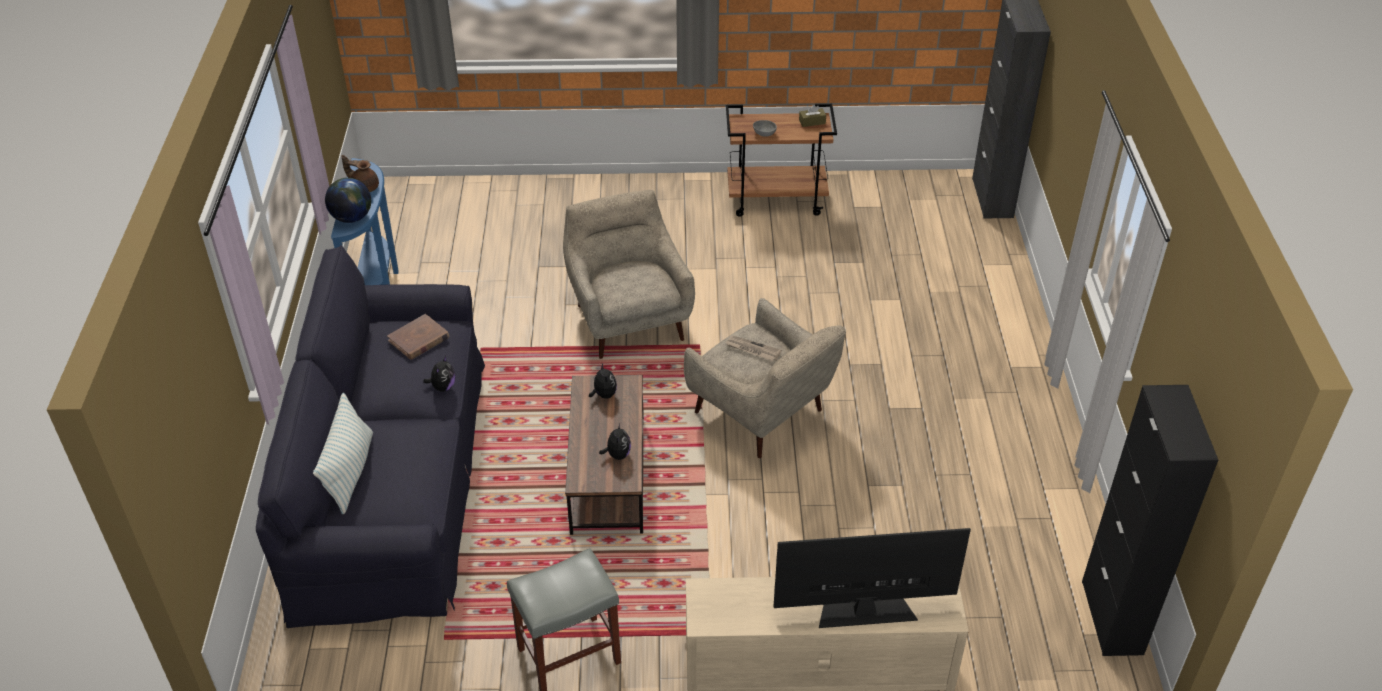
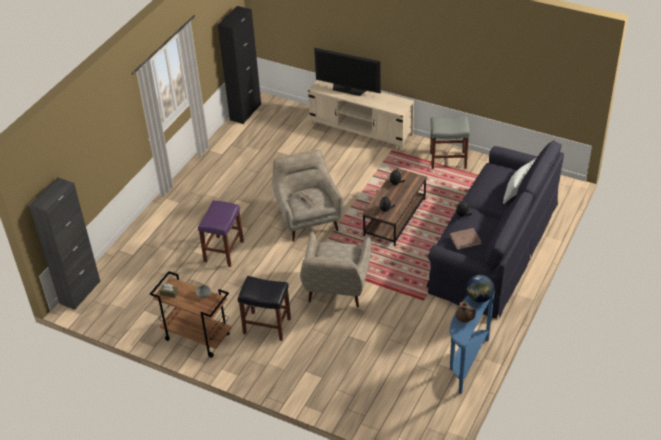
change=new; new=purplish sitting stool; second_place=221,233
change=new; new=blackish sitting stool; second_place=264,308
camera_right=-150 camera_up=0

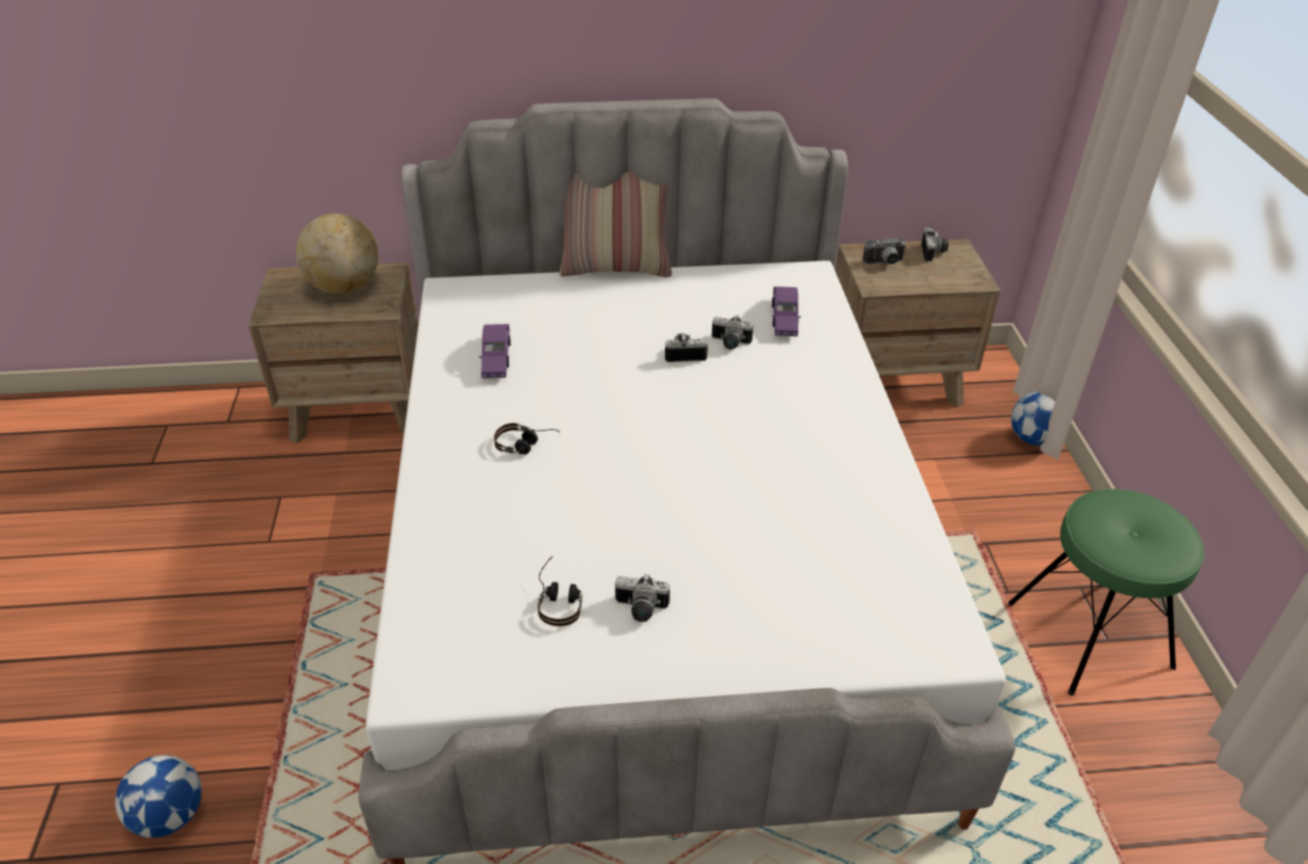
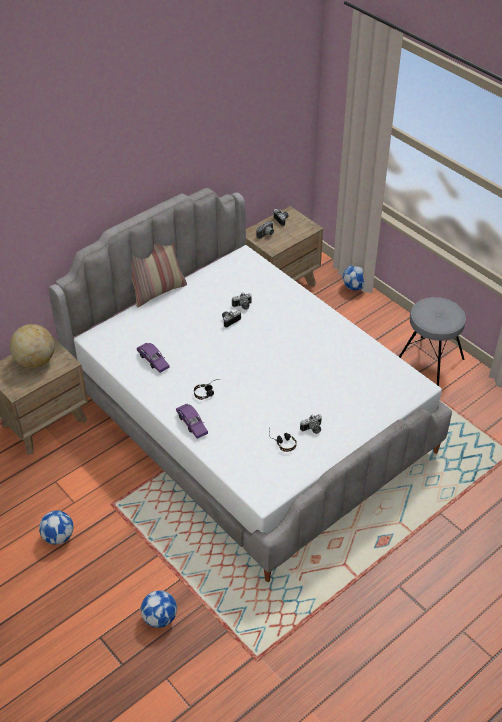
change=new; new=football; second_place=56,528
change=shifted; old=purplish miniature car; first_place=786,311; second_place=192,421
change=repainted; old=green sitting stool; new=grey sitting stool; first_place=1106,592; second_place=432,341
camera_right=-35 camera_up=5

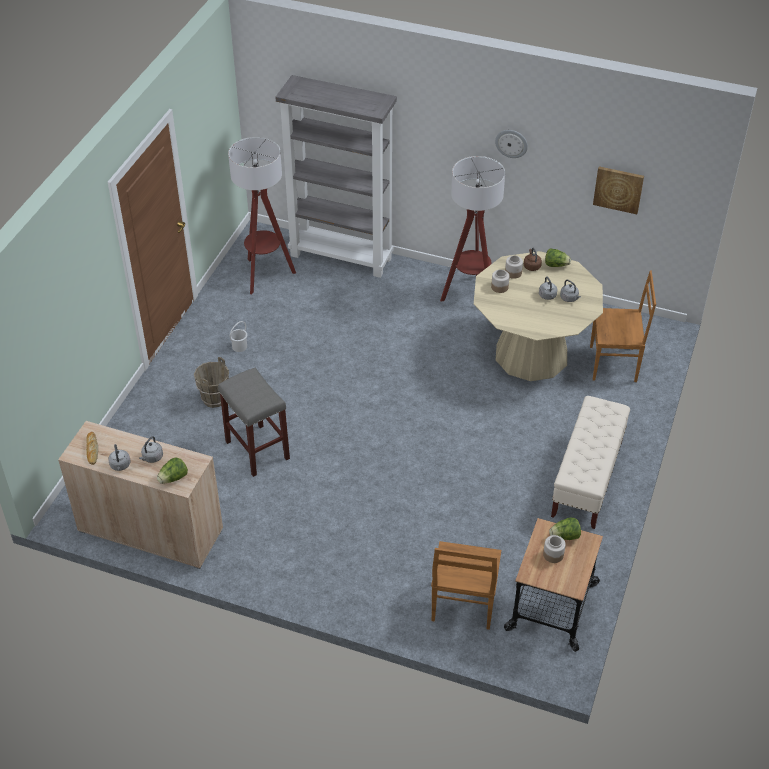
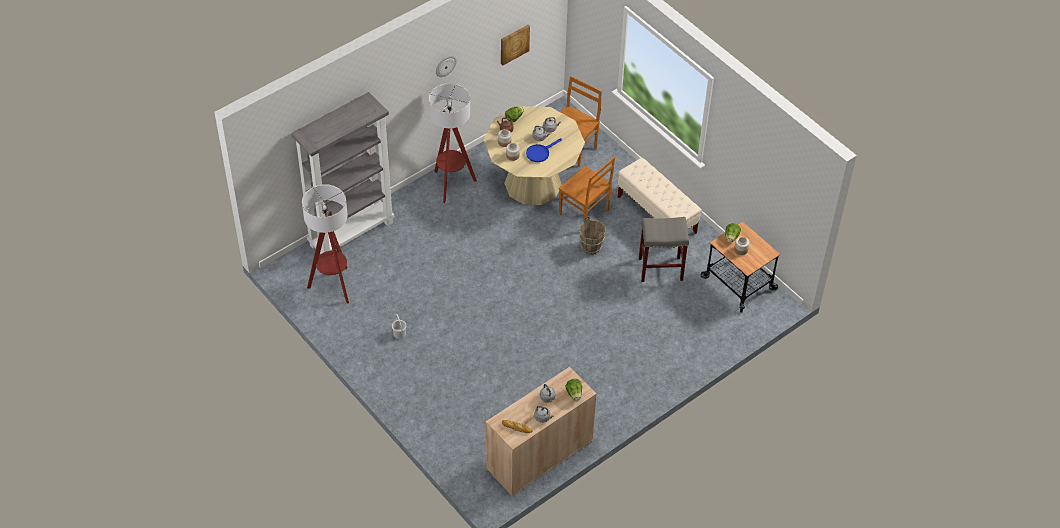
change=new; new=bluish skillet; second_place=544,150
change=shifted; old=brown pail; first_place=211,382; second_place=592,235
change=shifted; old=grey sitting stool; first_place=254,422; second_place=664,249
change=shifted; old=brown plain chair; first_place=466,585; second_place=587,189
camera_right=-60 camera_up=5

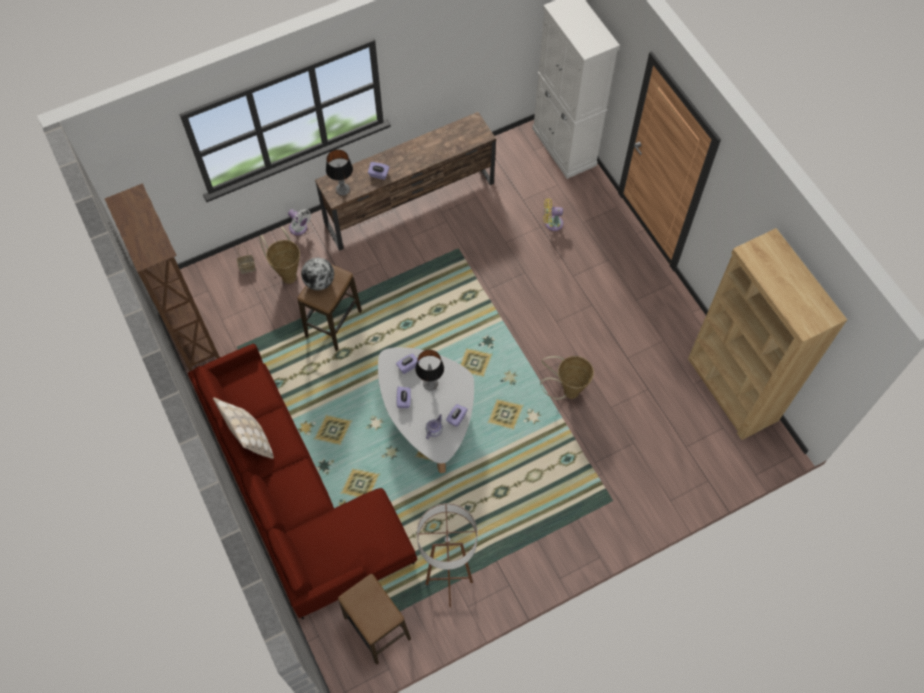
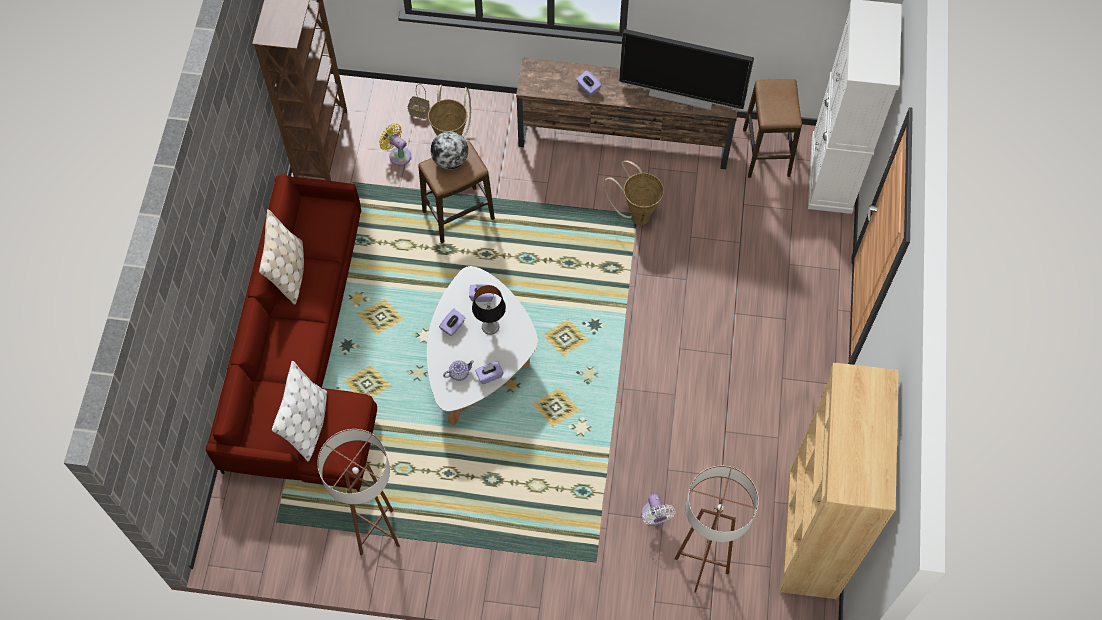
change=gone; old=lamp for a table; first_place=339,173
change=new; new=white cushion; second_place=299,411
change=new; new=TV set; second_place=686,69
change=new; new=brown floor lamp; second_place=717,529
change=shifted; old=white electric fan; first_place=299,222; second_place=658,510
change=shifted; old=sitting stool; first_place=374,619; second_place=772,128
change=shifted; old=storage basket; first_place=567,378; second_place=634,193
change=shifted; old=yellow-coloured electric fan; first_place=553,214; second_place=395,144
camera_right=35 camera_up=0

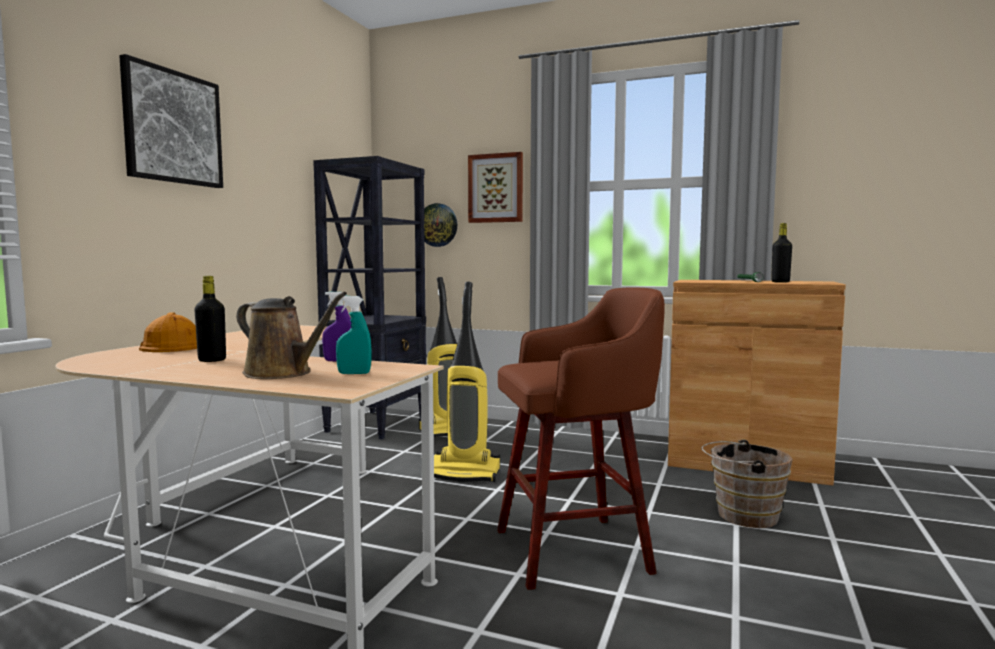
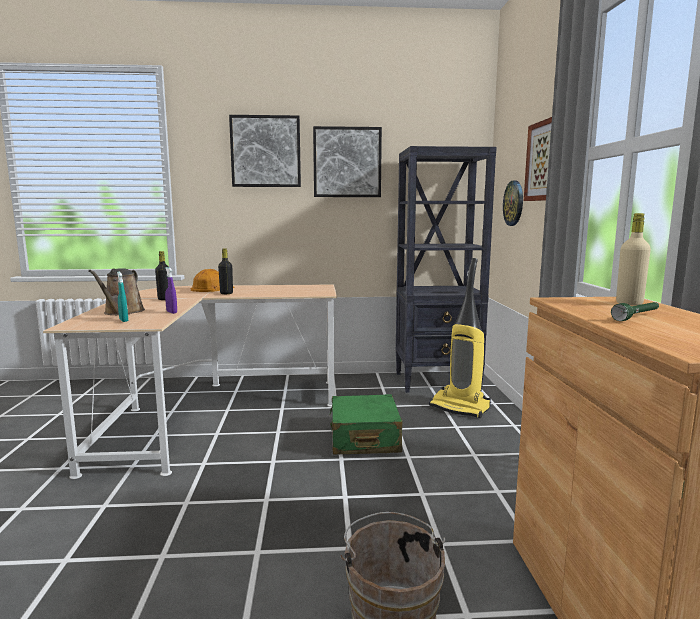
change=gone; old=brown sitting stool; first_place=581,438
change=new; new=wall art; second_place=347,161
change=new; new=sand-coloured bottle; second_place=633,259
change=shifted; old=blackish bottle; first_place=781,253; second_place=225,271
change=swapped; old=hoover; new=green piece of luggage; first_place=467,382; second_place=365,424
camera_right=65 camera_up=5

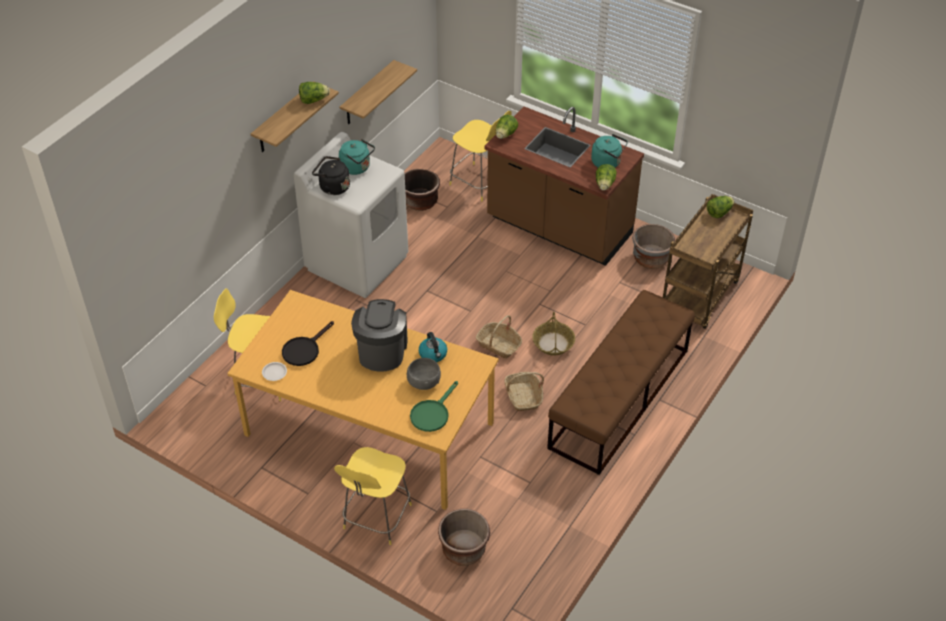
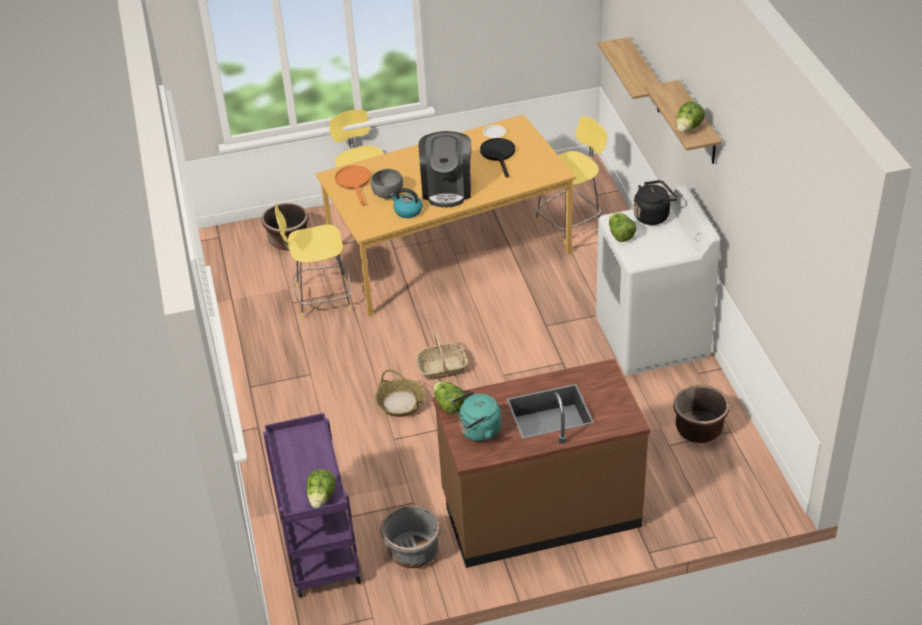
change=gone; old=blue-green tea kettle; first_place=357,157
change=gone; old=storage basket; first_place=524,391
change=gone; old=brown indoor bench; first_place=621,382
change=shifted; old=bracket shelf; first_place=378,92; second_place=629,75
change=shifted; old=yellow-coloured sitting stool; first_place=480,156; second_place=313,260
change=shifted; old=lettuce head; first_place=507,126; second_place=622,227
change=repainted; old=green skillet; new=orangey skillet; first_place=434,406; second_place=353,185
change=repainted; old=brown trolley; new=purplish trolley; first_place=708,261; second_place=312,505
change=rotated; old=coffee brewer; first_place=379,335; second_place=445,169; degrees=45
camera_right=135 camera_up=-5

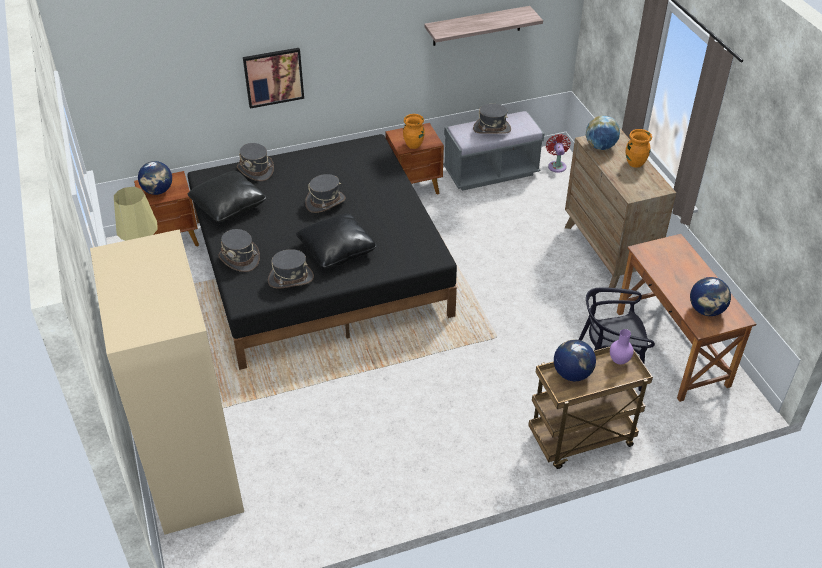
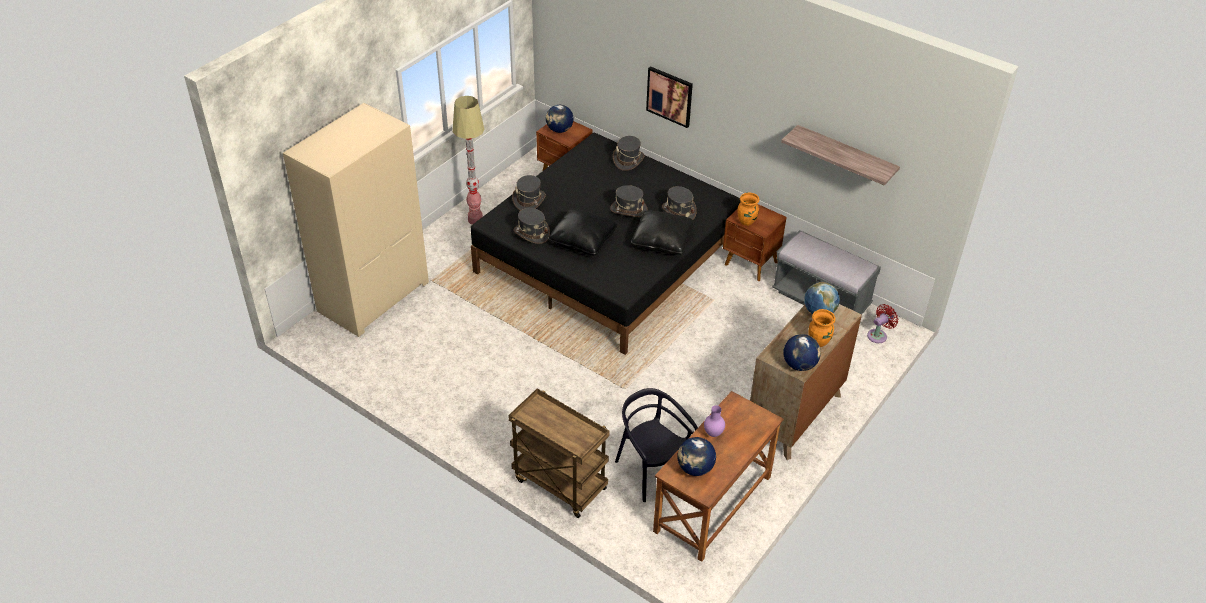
change=shifted; old=blackish cushion; first_place=227,196; second_place=662,232
change=shifted; old=grey hat; first_place=492,119; second_place=679,203
change=shifted; old=desk globe; first_place=575,360; second_place=802,352
change=shifted; old=purplish decorative vase; first_place=622,346; second_place=714,421
camera_right=55 camera_up=0

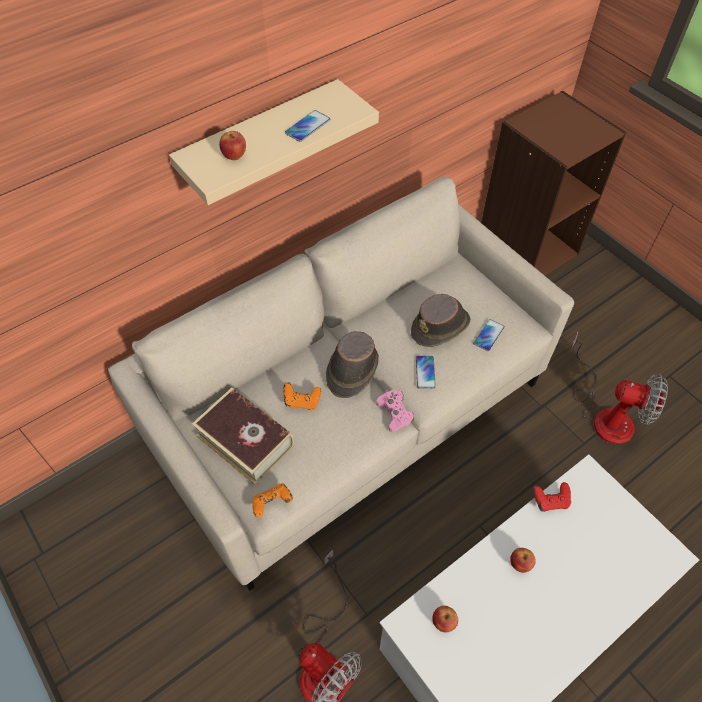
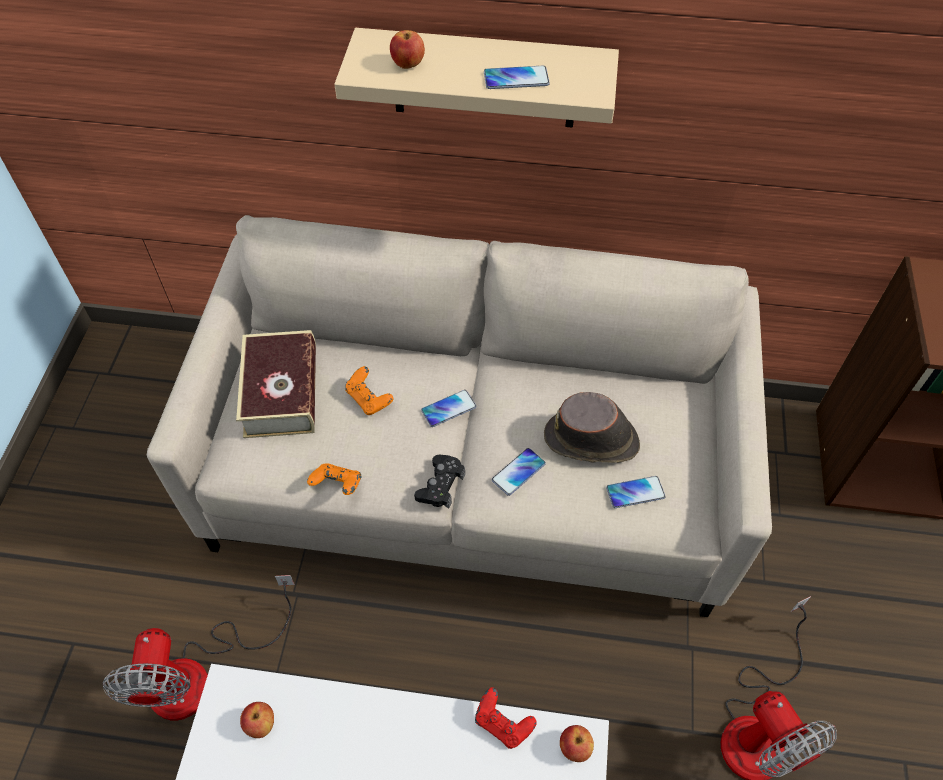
change=shifted; old=orangey joypad; first_place=272,500; second_place=334,479
change=shifted; old=whole apple; first_place=523,560; second_place=577,743
change=swapped; old=brown hat; new=handset; first_place=352,364; second_place=448,408
change=repainted; old=pink-coloured joypad; new=blackish joypad; first_place=395,411; second_place=439,482
camera_right=45 camera_up=0

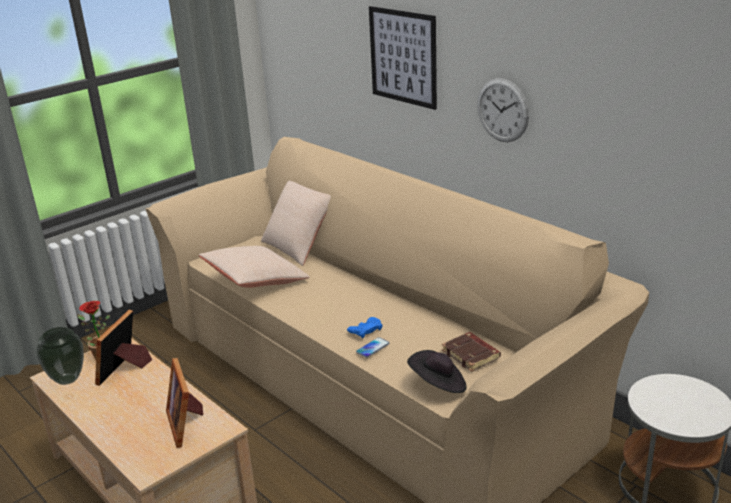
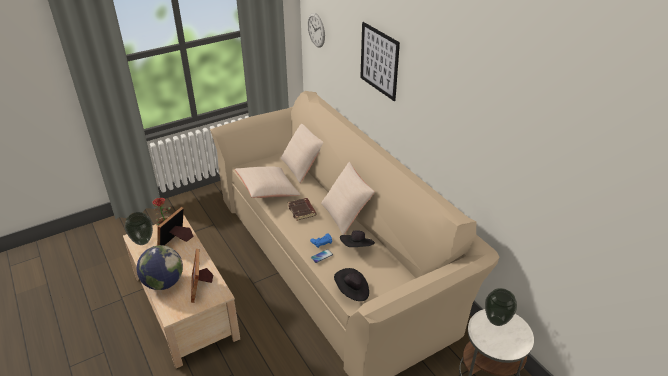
change=new; new=desk globe; second_place=160,267
change=new; new=sand-coloured cushion; second_place=348,198
change=new; new=blackish hat; second_place=357,238
change=new; new=decorative vase; second_place=501,307
change=shifted; old=brown book; first_place=471,352; second_place=302,209
change=shifted; old=hanging clock; first_place=503,110; second_place=316,30
camera_right=10 camera_up=10

